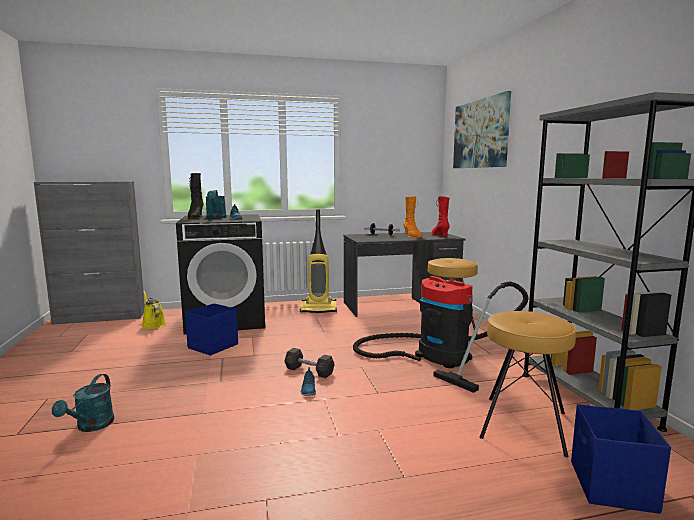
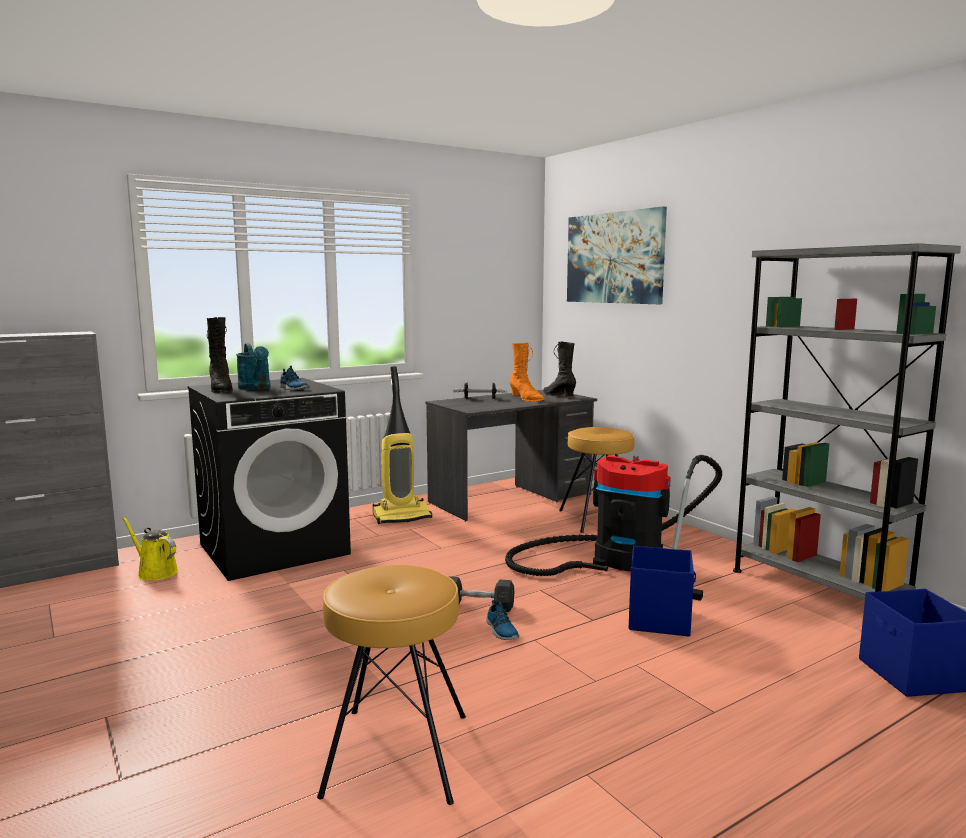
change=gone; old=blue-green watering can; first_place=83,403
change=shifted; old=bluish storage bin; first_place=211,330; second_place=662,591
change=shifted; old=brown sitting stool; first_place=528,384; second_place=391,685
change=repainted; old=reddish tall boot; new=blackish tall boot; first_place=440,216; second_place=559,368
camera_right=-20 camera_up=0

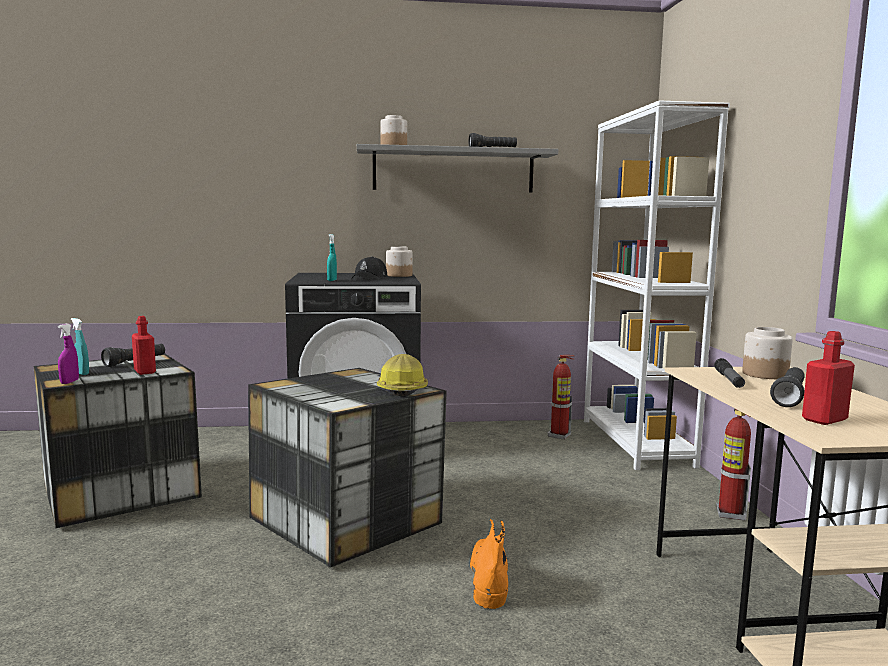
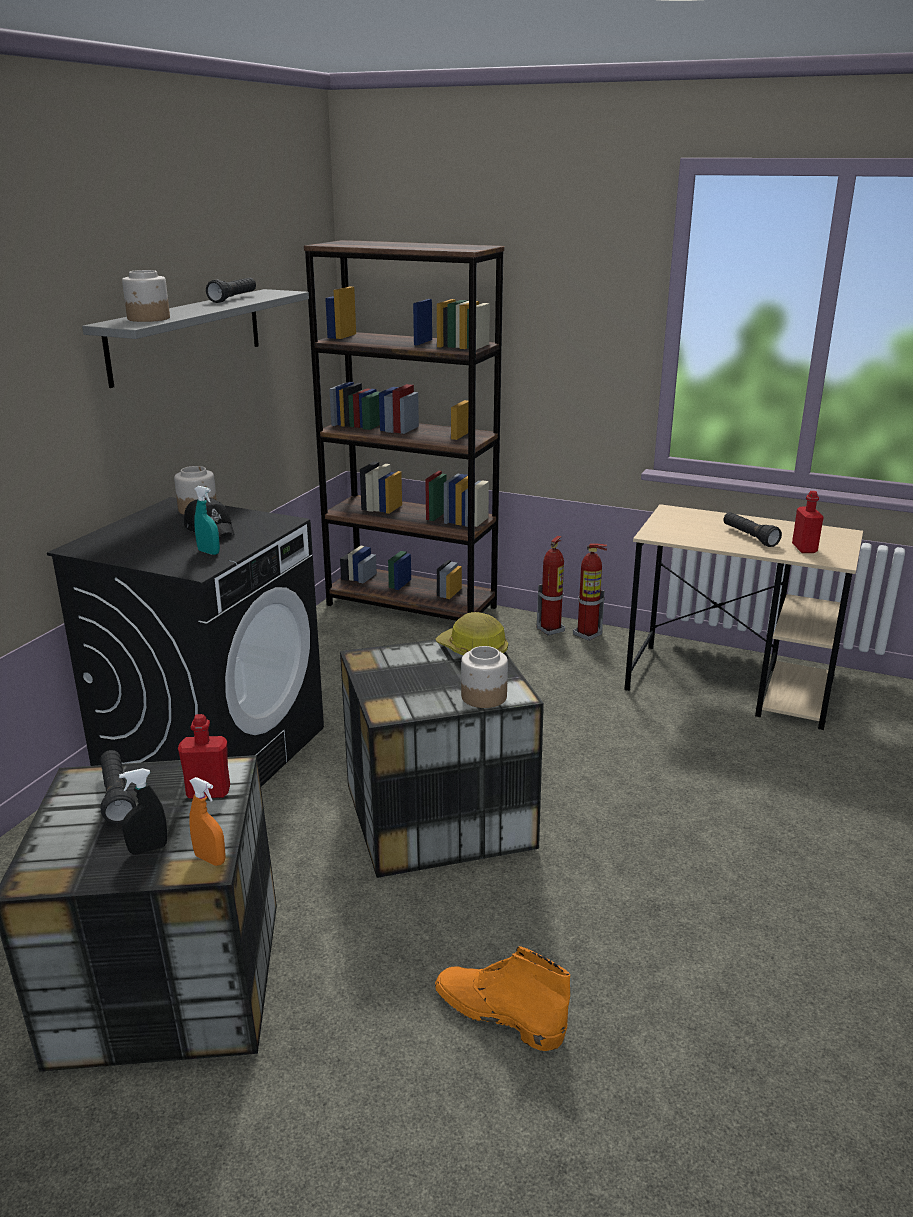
change=gone; old=torch; first_place=729,373
change=shifted; old=orangey tall boot; first_place=489,564; second_place=502,998
change=shifted; old=extinguisher; first_place=561,397; second_place=550,586
change=shifted; old=storage jar; first_place=767,353; second_place=484,677
change=repainted; old=purplish hand sprayer; new=orangey hand sprayer; first_place=68,353; second_place=207,821
change=repainted; old=blue-green hand sprayer; new=blackish hand sprayer; first_place=80,346; second_place=143,811
change=repainted; old=white bookshelf; new=brown bookshelf; first_place=657,285; second_place=404,430
camera_right=-60 camera_up=15

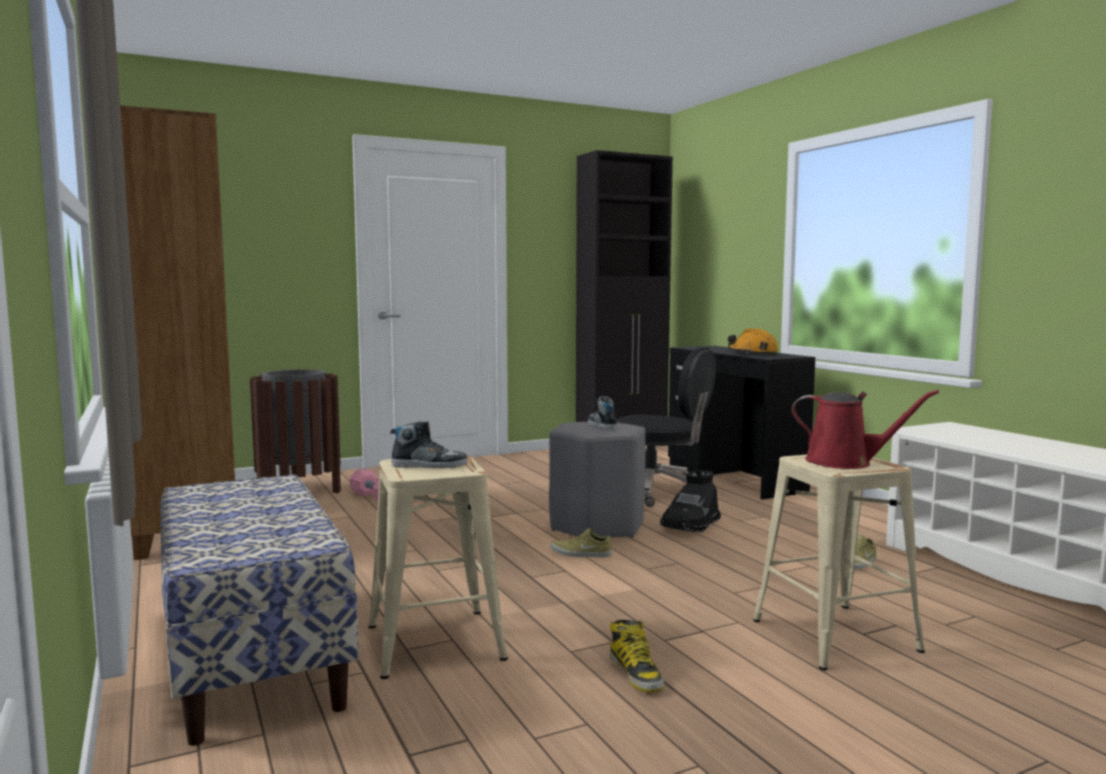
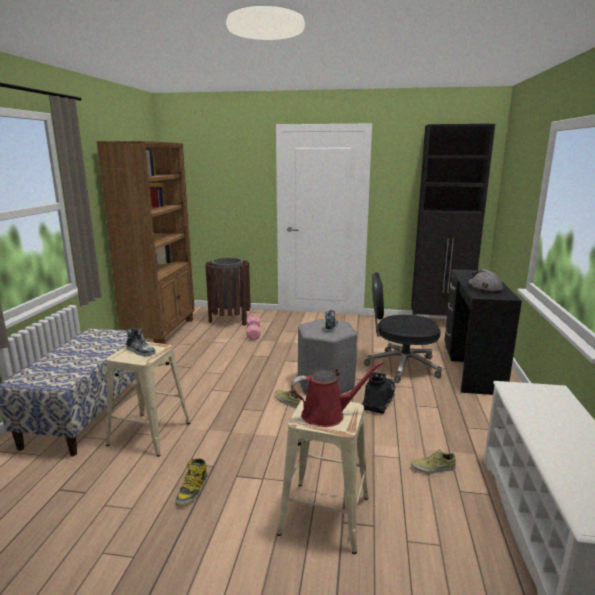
change=repainted; old=orangey hard hat; new=grey hard hat; first_place=753,342; second_place=485,281
change=rotated; old=blackish desk chair; first_place=666,427; second_place=403,328; degrees=120
change=rotated; old=blackish tall boot; first_place=690,501; second_place=379,393; degrees=135
change=rotated; old=reddish watering can; first_place=865,429; second_place=337,394; degrees=-75
camera_right=35 camera_up=10

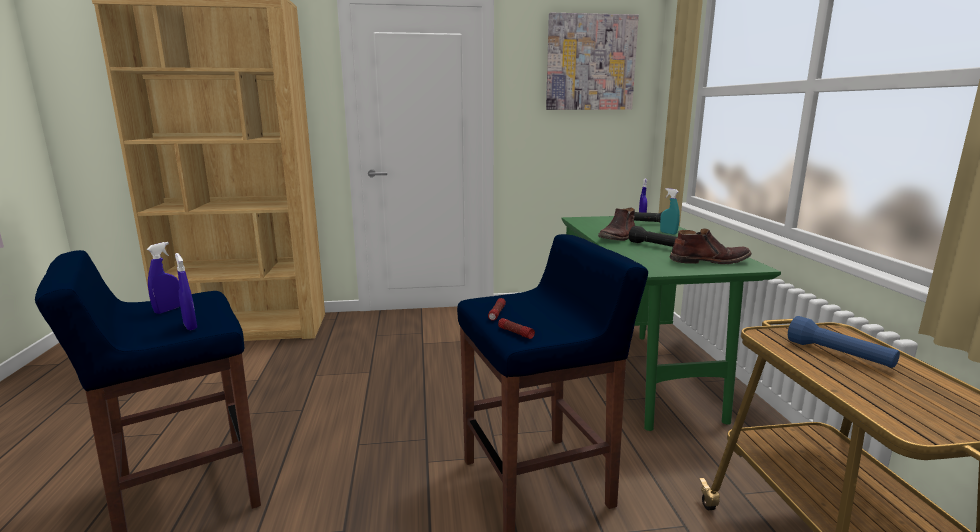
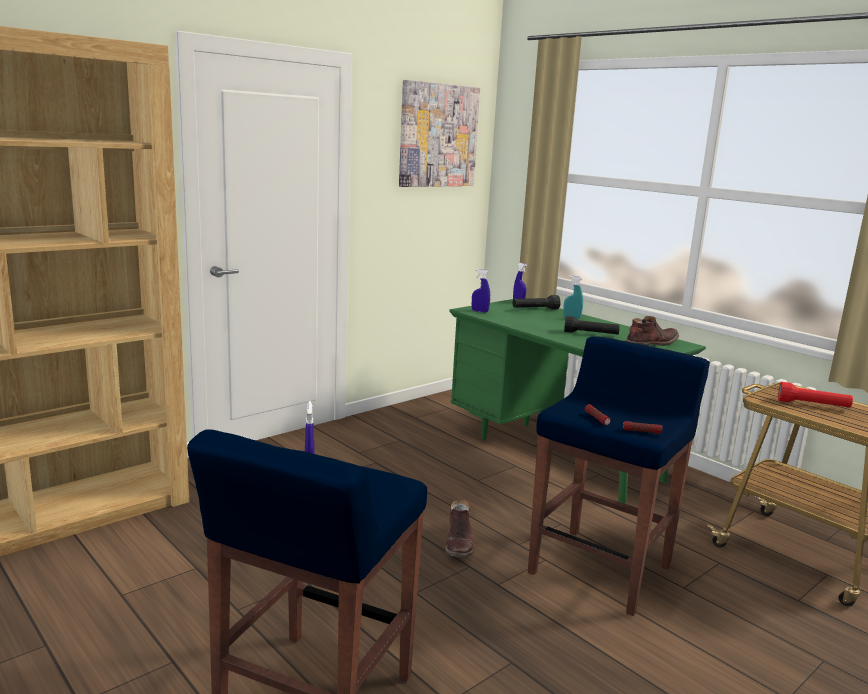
change=shifted; old=bluish hand sprayer; first_place=186,291; second_place=481,291
change=shifted; old=brown tall boot; first_place=616,224; second_place=460,528
change=repainted; old=bluish torch; new=reddish torch; first_place=844,342; second_place=815,395
camera_right=-35 camera_up=0

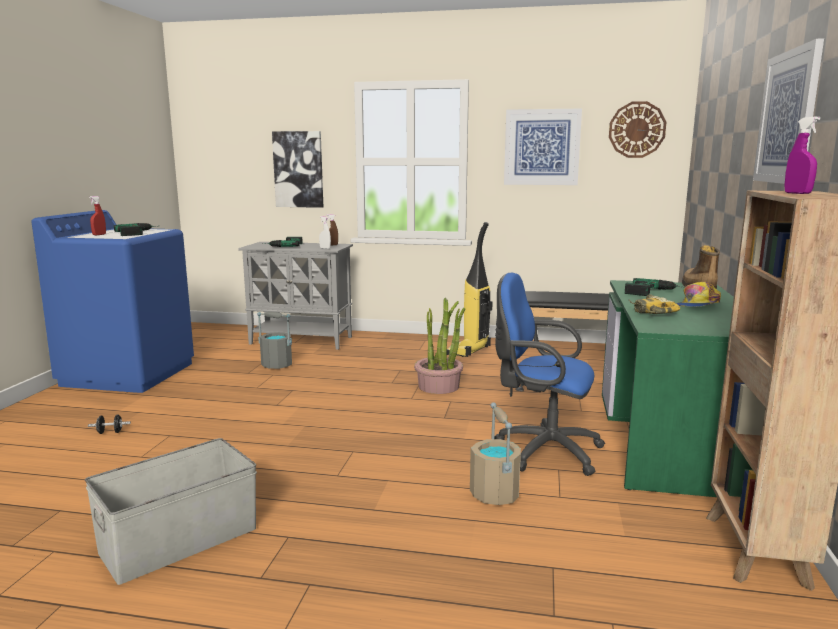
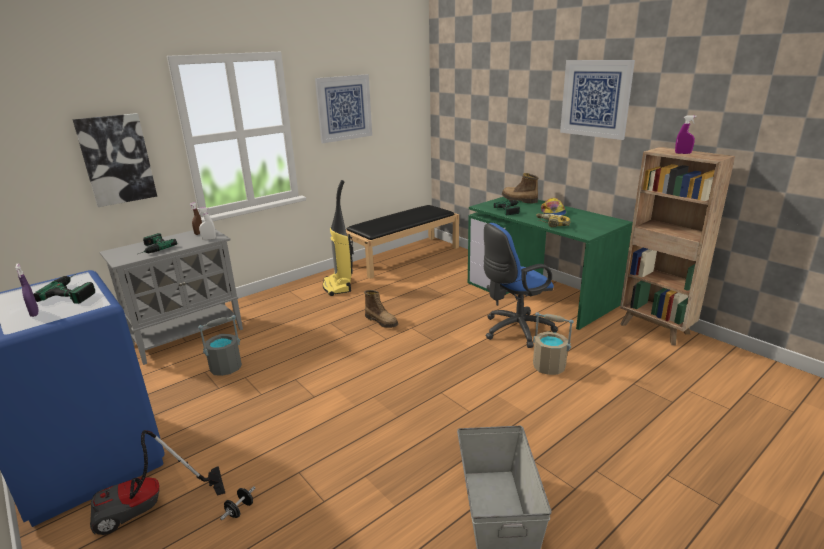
change=gone; old=hanging clock; first_place=637,129
change=new; new=hoover; second_place=157,482
change=swapped; old=plant in a pot; new=tall boot; first_place=439,346; second_place=381,309
change=repainted; old=reddish hand sprayer; new=purplish hand sprayer; first_place=97,215; second_place=27,290
camera_right=-50 camera_up=10

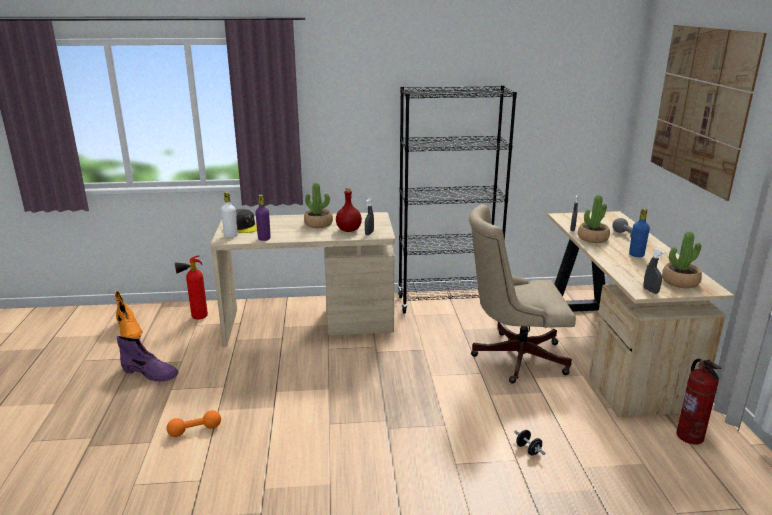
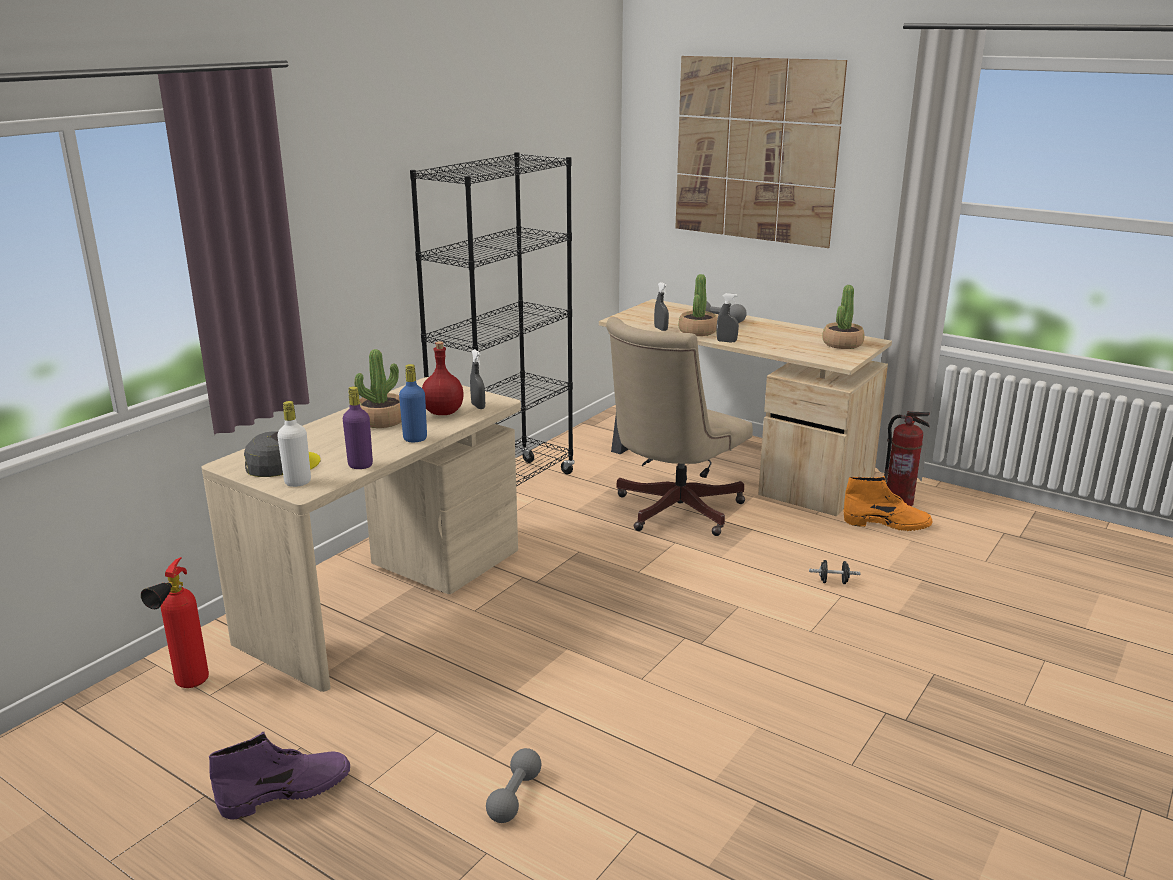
change=shifted; old=orangey tall boot; first_place=128,315; second_place=888,503
change=shifted; old=bluish bottle; first_place=639,232; second_place=413,403
change=shifted; old=grey hand sprayer; first_place=654,271; second_place=728,318
change=repainted; old=orangey free weight; new=grey free weight; first_place=194,423; second_place=513,785
camera_right=-50 camera_up=0

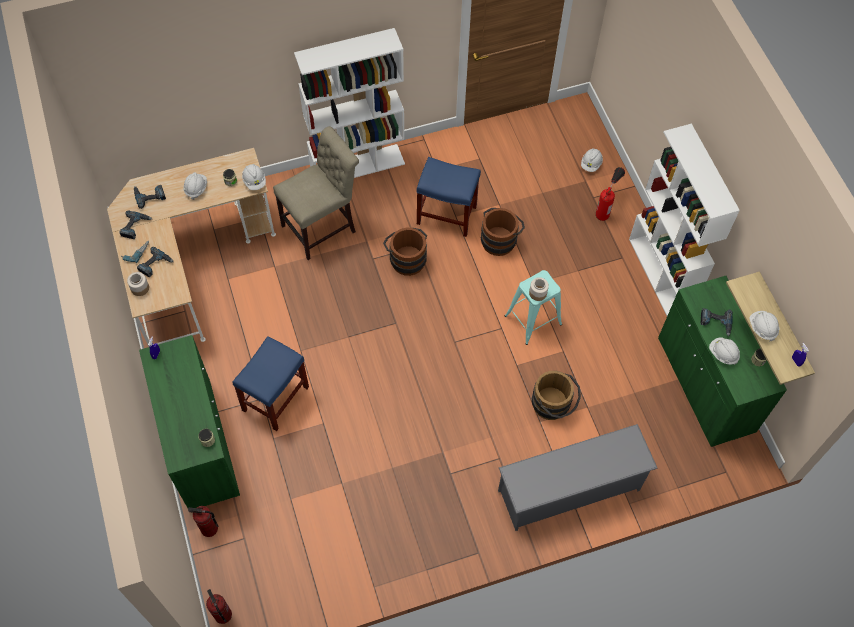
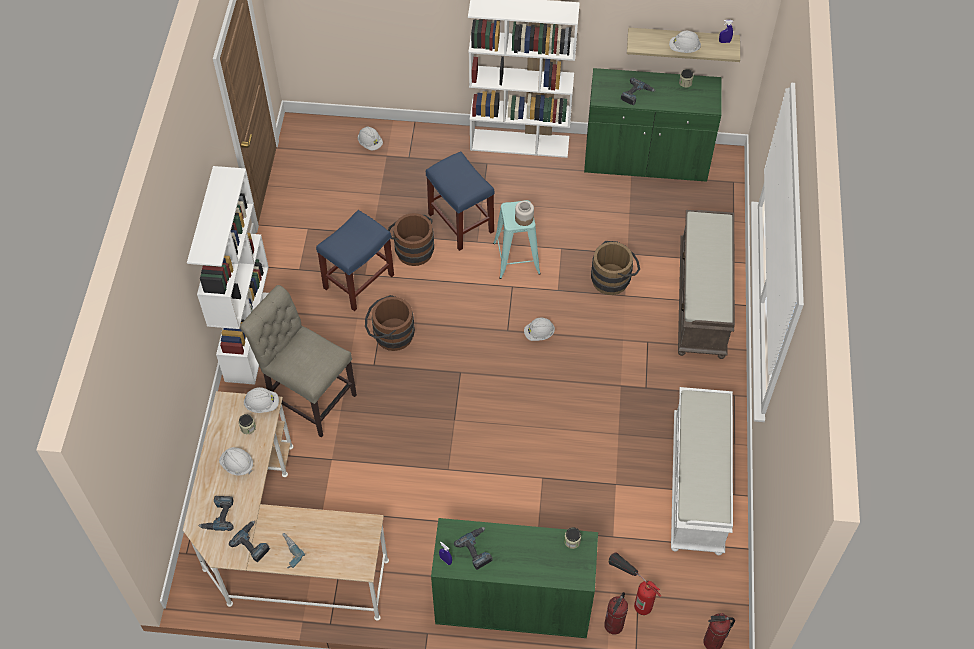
change=gone; old=storage jar; first_place=138,284
change=new; new=white indoor bench; second_place=702,471
change=shifted; old=drill; first_place=155,262; second_place=473,548
change=shifted; old=bluish sitting stool; first_place=270,383; second_place=460,201
change=shifted; old=extinguisher; first_place=610,194; second_place=635,584
change=shifted; old=white hard hat; first_place=724,351; second_place=539,329
change=swapped; old=grey shoe rack; new=brown indoor bench; first_place=578,477; second_place=706,284
change=rotated; old=sand-coloured plain chair; first_place=316,193; second_place=298,361; degrees=-45
camera_right=-65 camera_up=-5

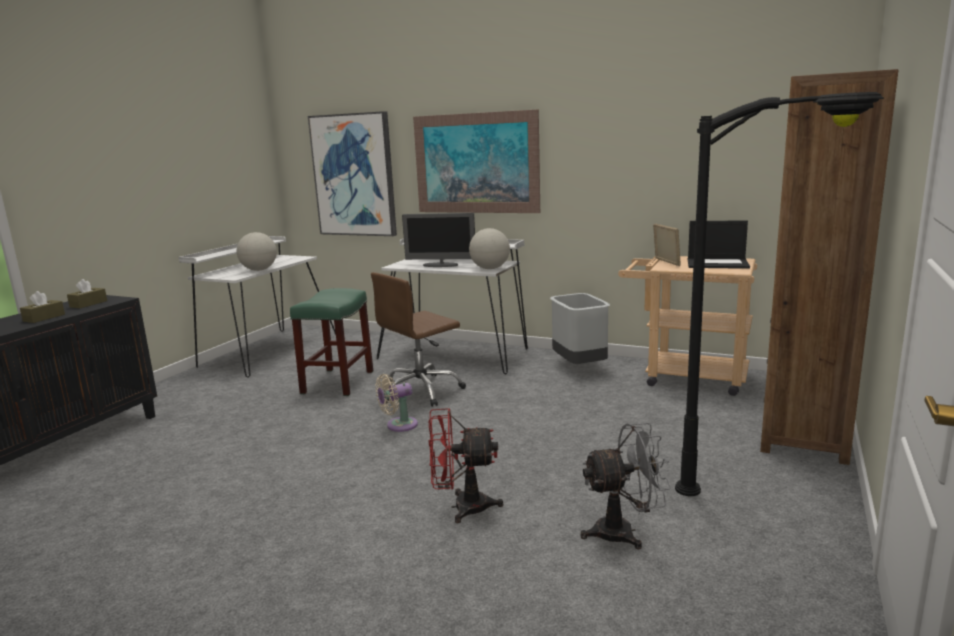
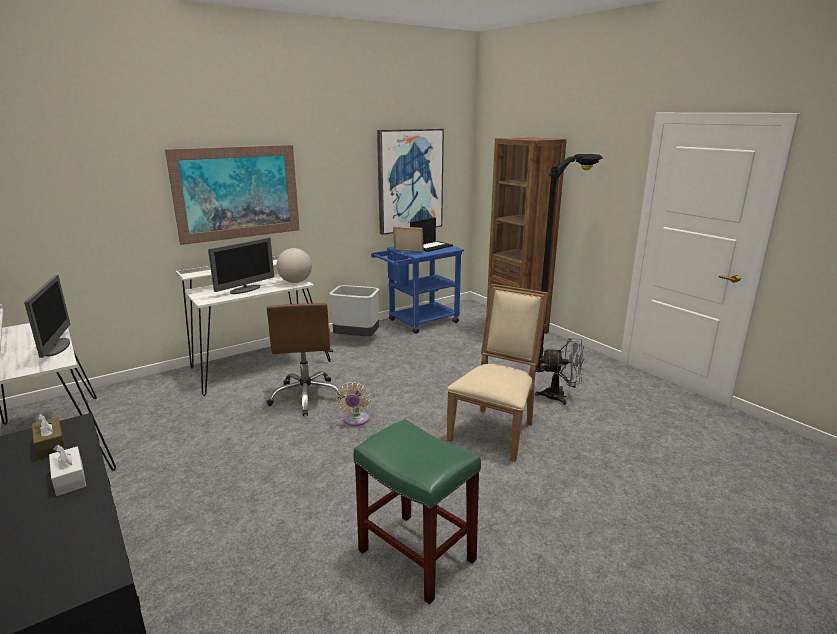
change=shifted; old=green sitting stool; first_place=331,342; second_place=417,512
change=shifted; old=wall art; first_place=352,173; second_place=410,182
change=swapped; old=desk globe; new=computer screen; first_place=257,251; second_place=47,316
change=swapped; old=reddish electric fan; new=sand-coloured plain chair; first_place=465,465; second_place=497,373
change=repainted; old=brown box of tissues; new=white box of tissues; first_place=42,307; second_place=67,470
change=repainted; old=sand-coloured trolley; new=bluish trolley; first_place=687,326; second_place=417,290
change=rotated; old=grey electric fan; first_place=625,486; second_place=560,371; degrees=75
camera_right=-60 camera_up=5

